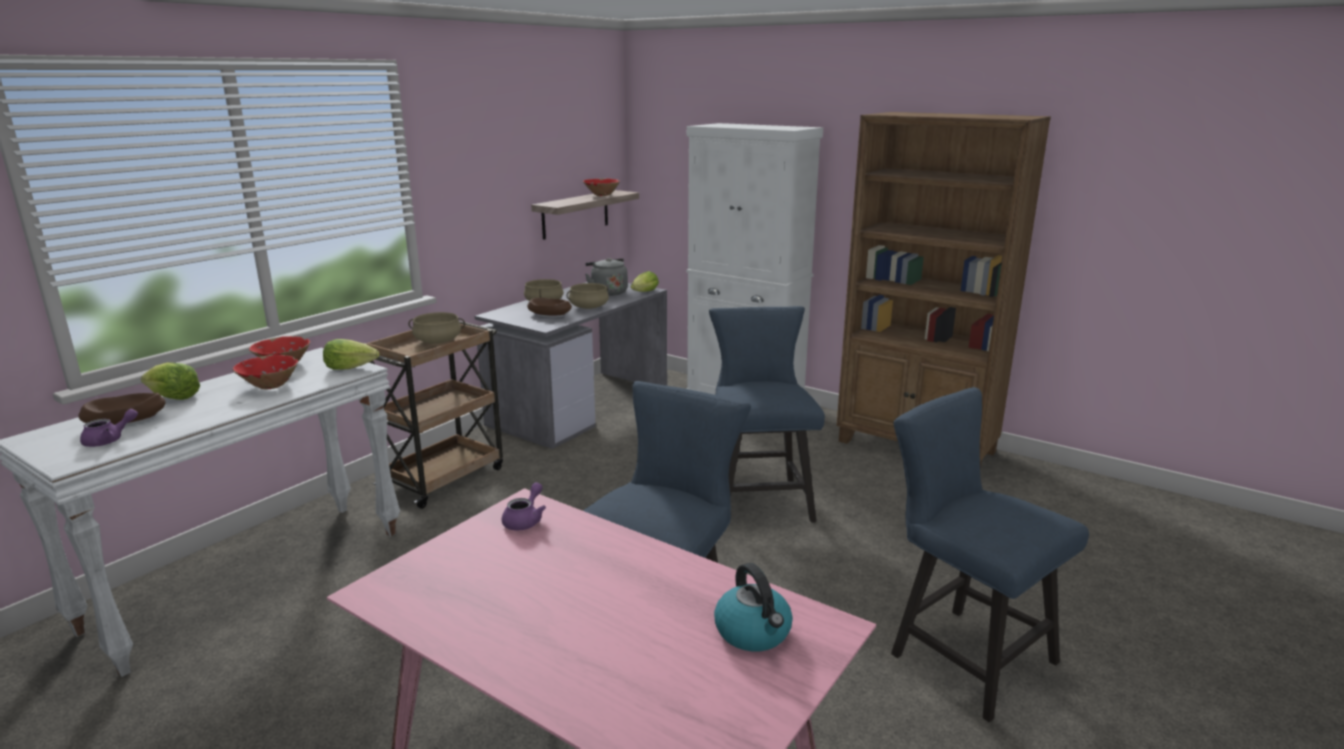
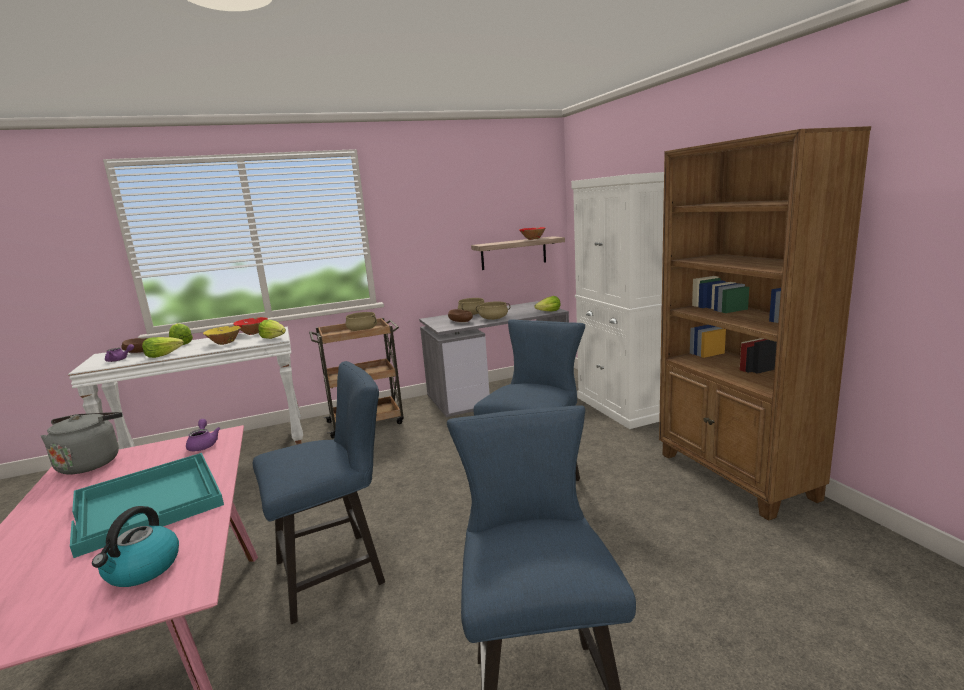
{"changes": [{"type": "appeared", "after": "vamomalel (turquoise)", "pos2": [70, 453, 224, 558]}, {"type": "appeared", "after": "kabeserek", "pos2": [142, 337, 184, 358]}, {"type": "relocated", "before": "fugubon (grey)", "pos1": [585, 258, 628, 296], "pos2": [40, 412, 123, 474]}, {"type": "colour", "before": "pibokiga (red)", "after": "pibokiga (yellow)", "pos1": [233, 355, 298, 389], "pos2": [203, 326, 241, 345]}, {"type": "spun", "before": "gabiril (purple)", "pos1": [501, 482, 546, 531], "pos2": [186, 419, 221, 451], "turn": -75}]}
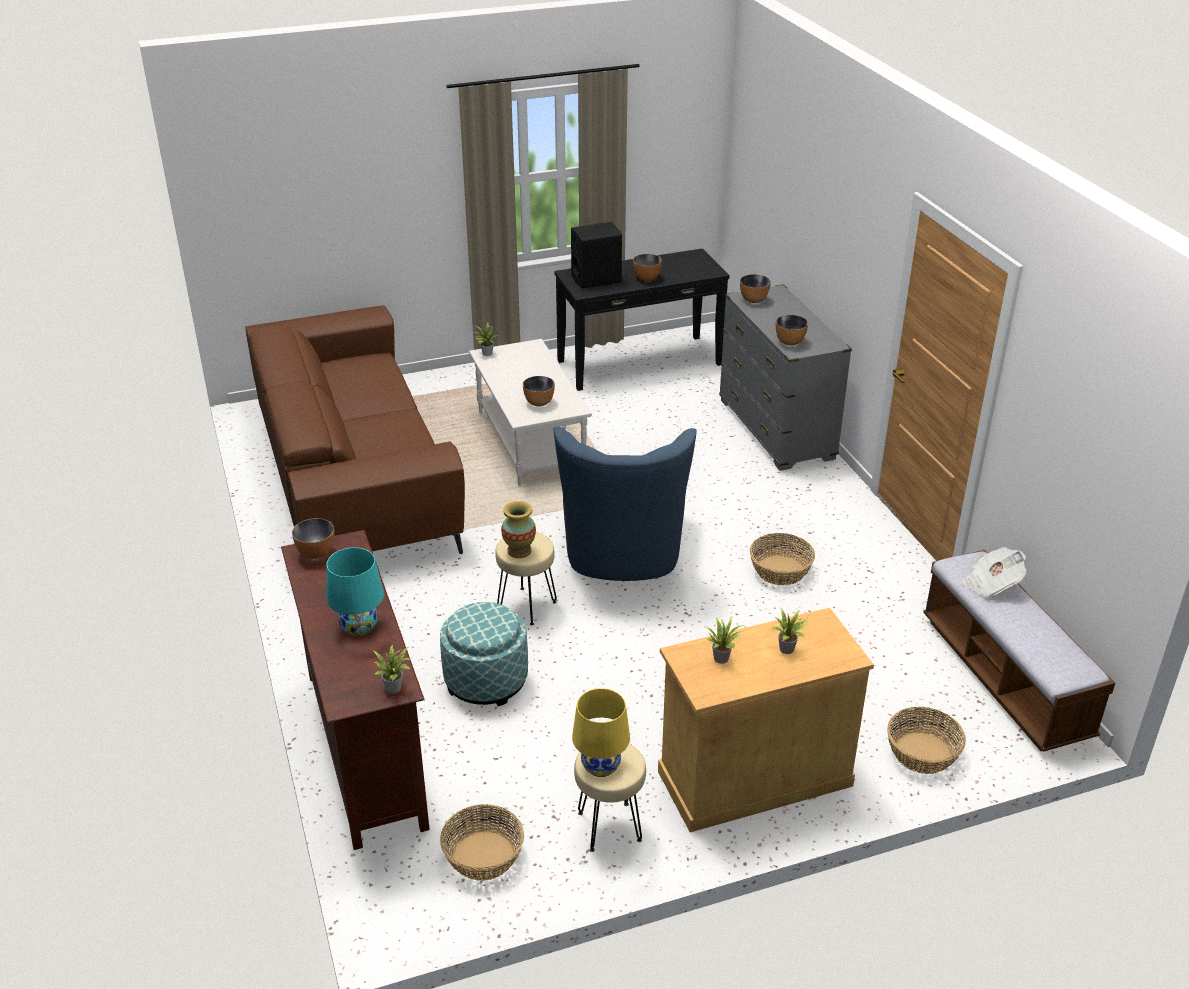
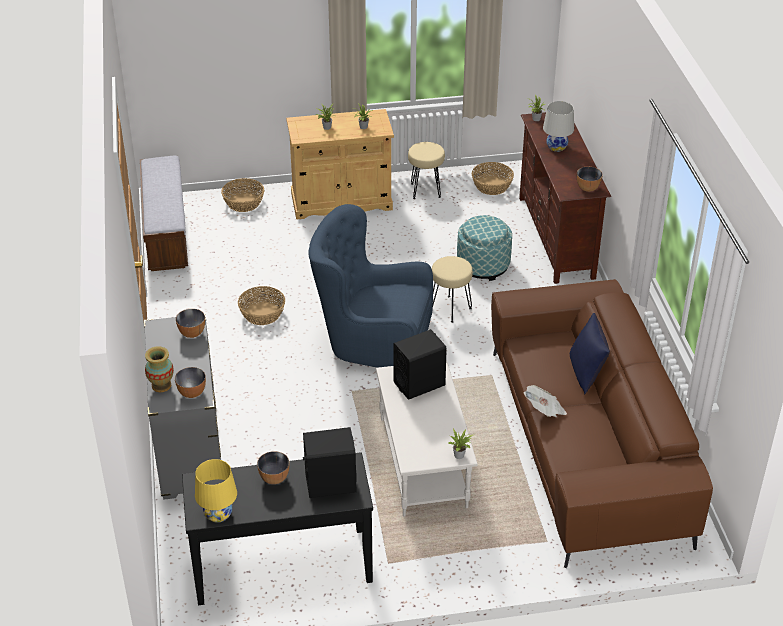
{"changes": [{"type": "appeared", "after": "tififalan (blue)", "pos2": [570, 313, 610, 394]}, {"type": "relocated", "before": "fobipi", "pos1": [501, 501, 536, 558], "pos2": [145, 346, 174, 392]}, {"type": "relocated", "before": "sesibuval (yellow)", "pos1": [572, 688, 630, 777], "pos2": [195, 459, 237, 523]}, {"type": "relocated", "before": "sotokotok", "pos1": [962, 547, 1027, 598], "pos2": [523, 385, 567, 417]}, {"type": "exchanged", "before": "pibokiga", "after": "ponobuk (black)", "pos1": [523, 376, 555, 406], "pos2": [393, 329, 447, 400]}, {"type": "colour", "before": "sesibuval (turquoise)", "after": "sesibuval (white)", "pos1": [326, 547, 384, 636], "pos2": [543, 101, 574, 152]}, {"type": "spun", "before": "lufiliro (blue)", "pos1": [554, 427, 697, 581], "pos2": [308, 204, 433, 368], "turn": -90}]}
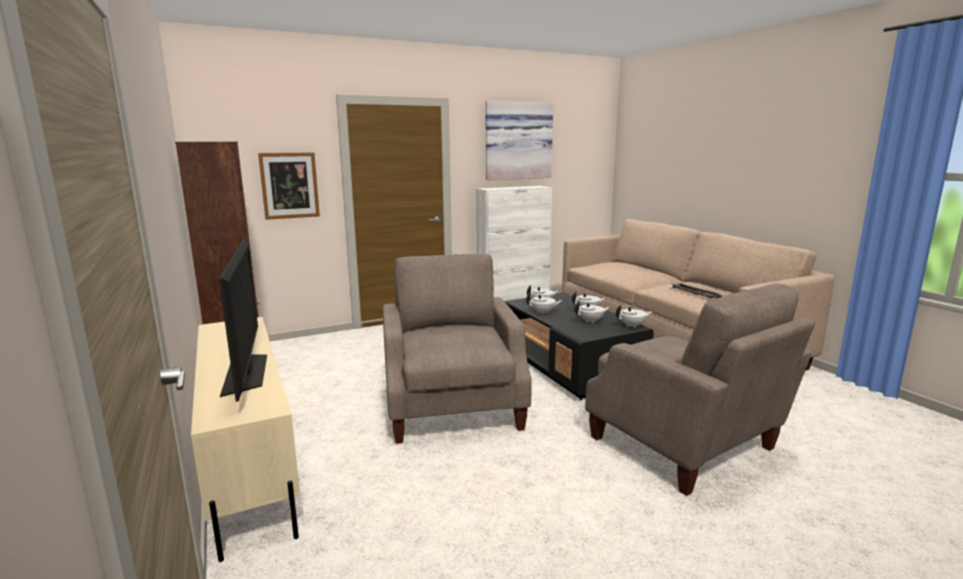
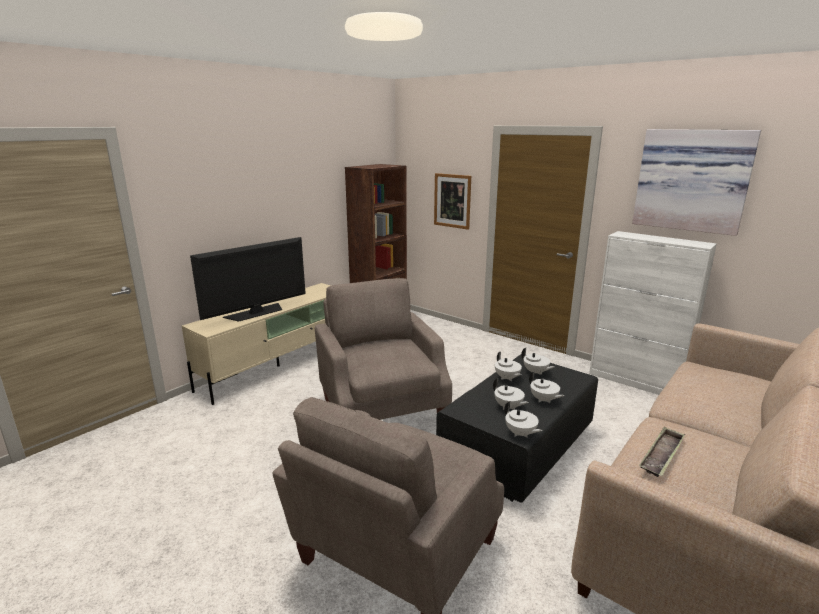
{"changes": [{"type": "spun", "before": "lufiliro (beige)", "pos1": [383, 254, 532, 444], "pos2": [315, 278, 452, 420], "turn": -75}]}
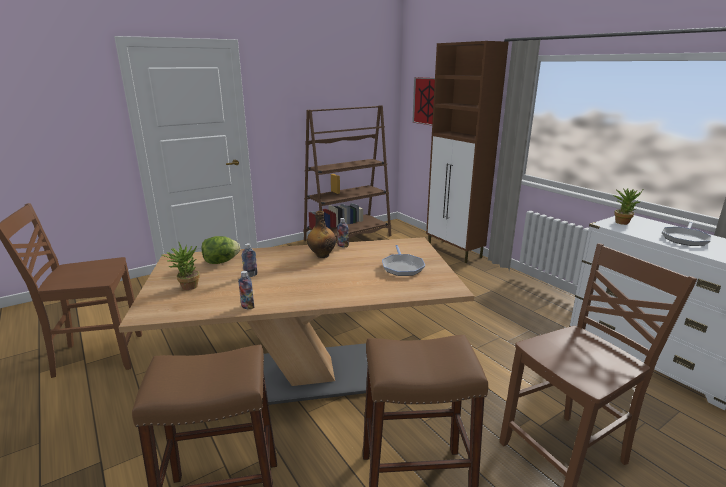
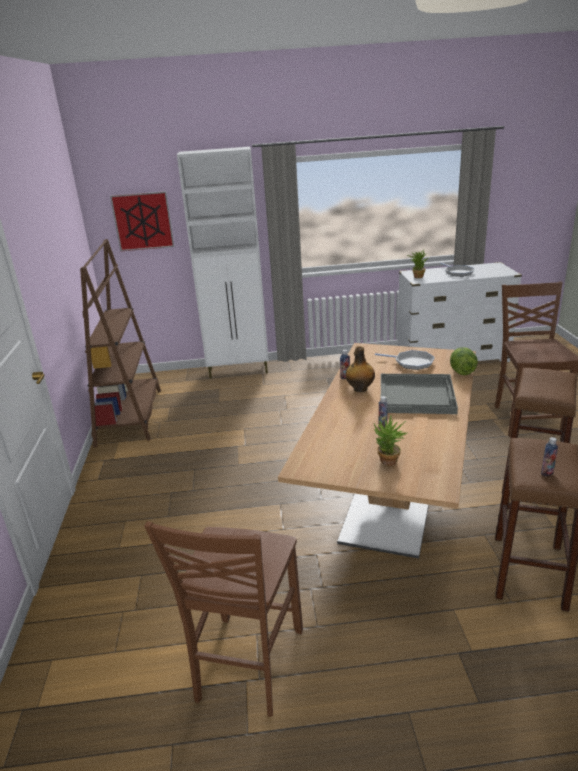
{"changes": [{"type": "appeared", "after": "vamomalel (grey)", "pos2": [381, 374, 458, 414]}, {"type": "relocated", "before": "kabeserek", "pos1": [201, 236, 240, 264], "pos2": [450, 347, 478, 375]}, {"type": "relocated", "before": "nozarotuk", "pos1": [238, 271, 254, 309], "pos2": [541, 437, 558, 476]}, {"type": "colour", "before": "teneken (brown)", "after": "teneken (white)", "pos1": [426, 41, 509, 263], "pos2": [177, 147, 269, 379]}]}
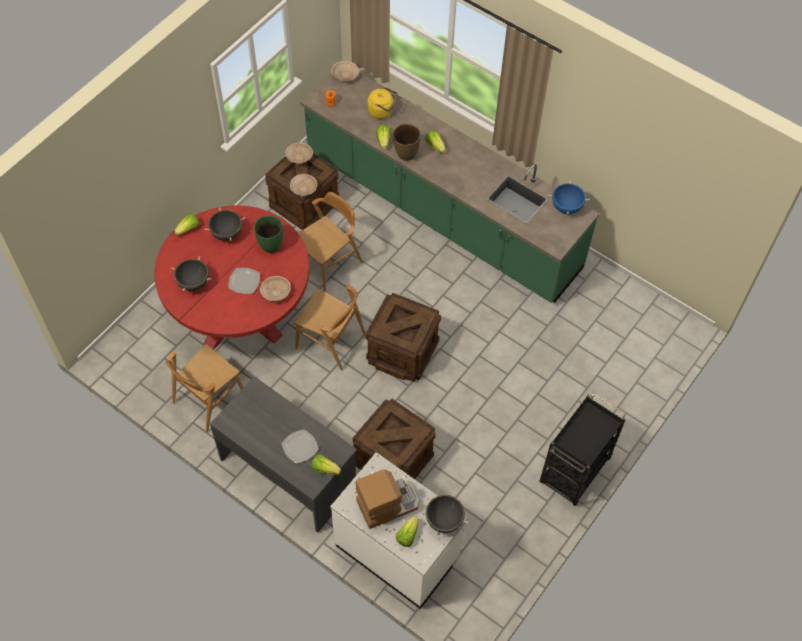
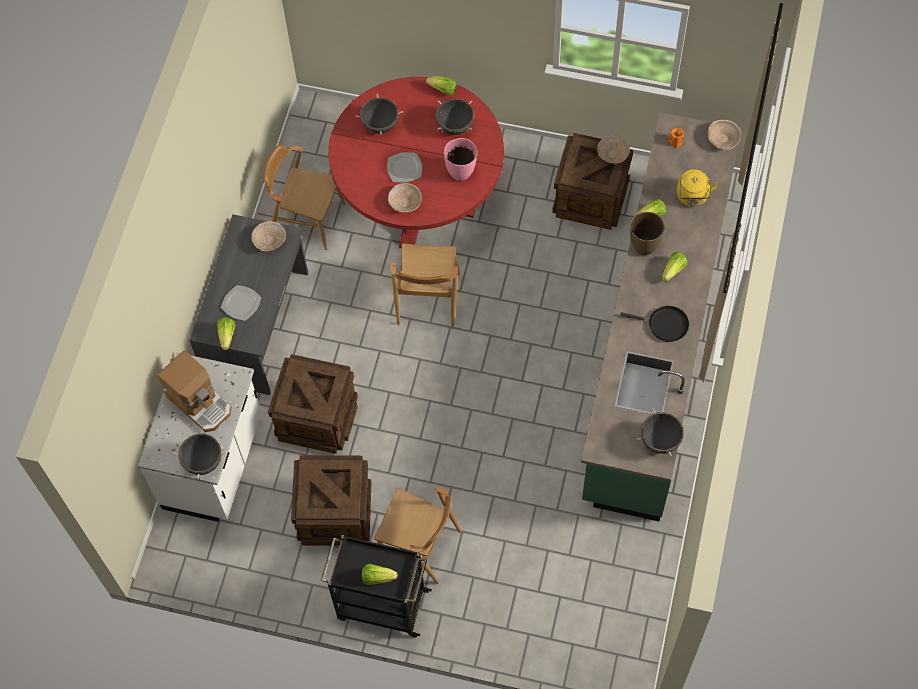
{"changes": [{"type": "appeared", "after": "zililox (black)", "pos2": [620, 306, 689, 342]}, {"type": "relocated", "before": "pibokiga (beige)", "pos1": [290, 174, 317, 196], "pos2": [251, 221, 286, 251]}, {"type": "relocated", "before": "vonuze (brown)", "pos1": [298, 192, 362, 292], "pos2": [374, 486, 461, 584]}, {"type": "relocated", "before": "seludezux", "pos1": [366, 293, 441, 382], "pos2": [291, 456, 371, 546]}, {"type": "relocated", "before": "kabeserek", "pos1": [396, 516, 419, 547], "pos2": [362, 564, 398, 585]}, {"type": "colour", "before": "fobipi (green)", "after": "fobipi (pink)", "pos1": [254, 216, 283, 253], "pos2": [444, 138, 477, 181]}, {"type": "colour", "before": "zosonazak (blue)", "after": "zosonazak (black)", "pos1": [548, 181, 590, 215], "pos2": [637, 408, 688, 456]}]}
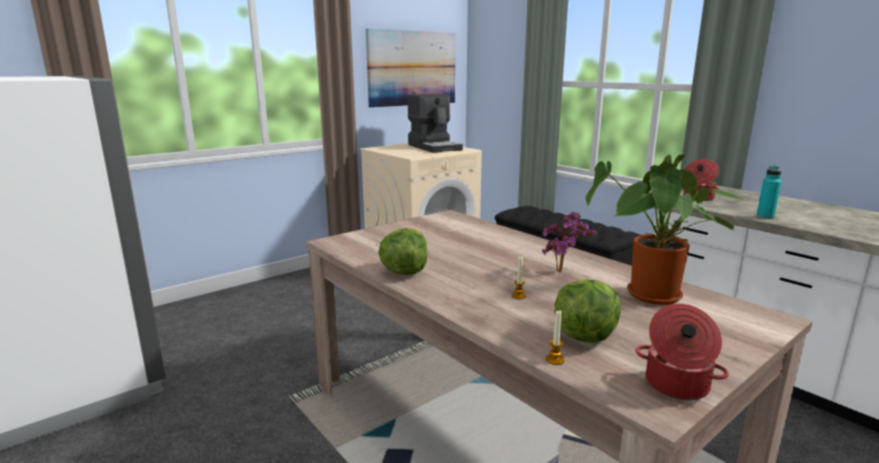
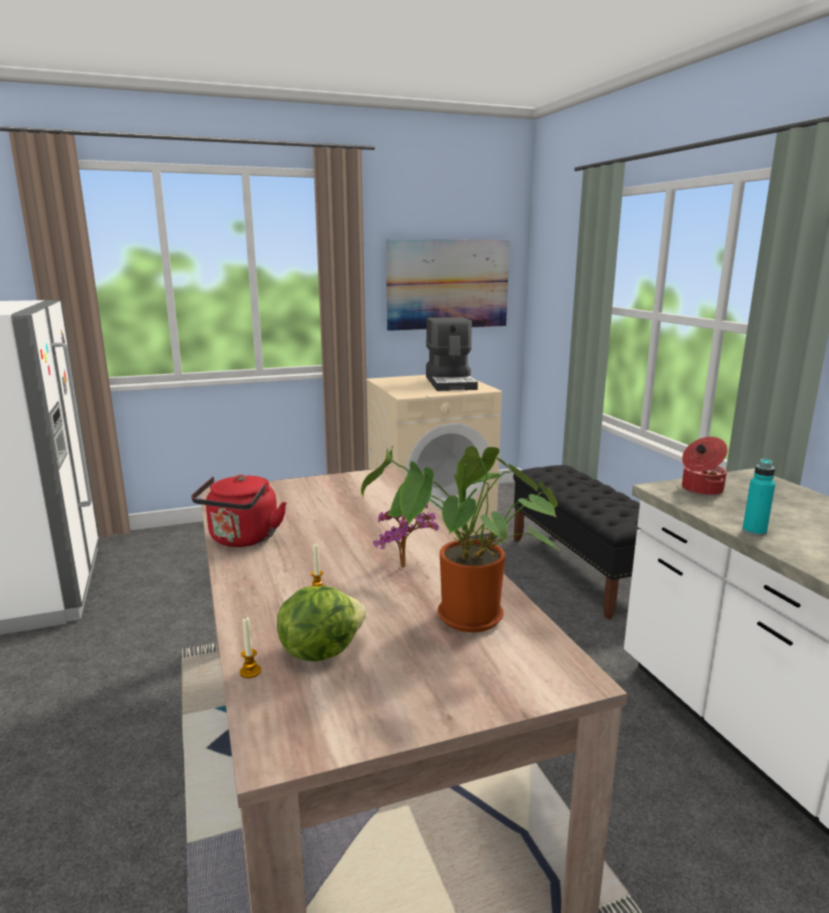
{"changes": [{"type": "missing", "before": "zosonazak", "pos1": [636, 304, 729, 400]}, {"type": "exchanged", "before": "kabeserek", "after": "fugubon (red)", "pos1": [378, 228, 428, 275], "pos2": [191, 475, 286, 547]}]}
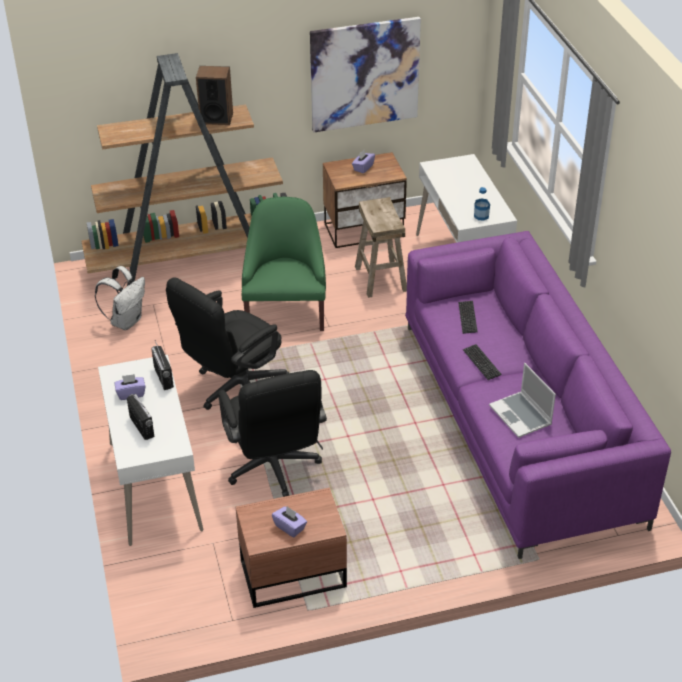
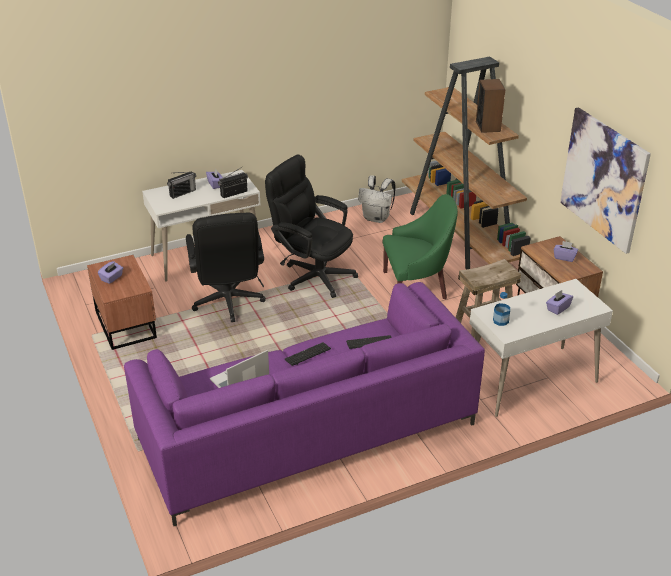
{"changes": [{"type": "appeared", "after": "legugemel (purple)", "pos2": [546, 290, 573, 315]}, {"type": "spun", "before": "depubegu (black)", "pos1": [218, 370, 327, 497], "pos2": [186, 213, 266, 322], "turn": -75}]}
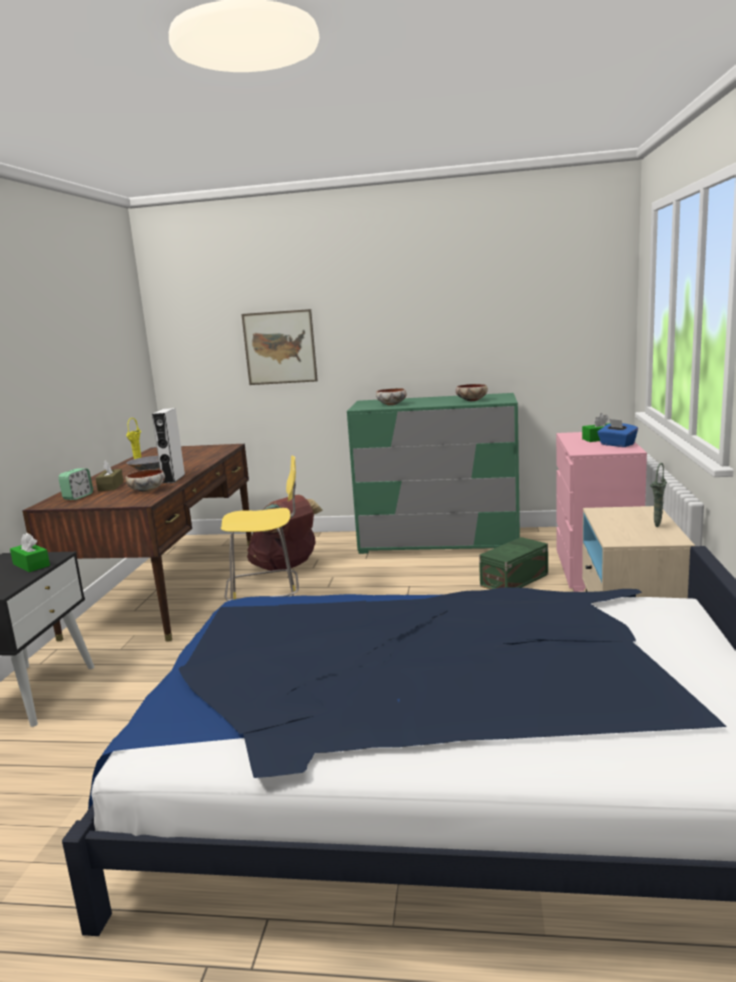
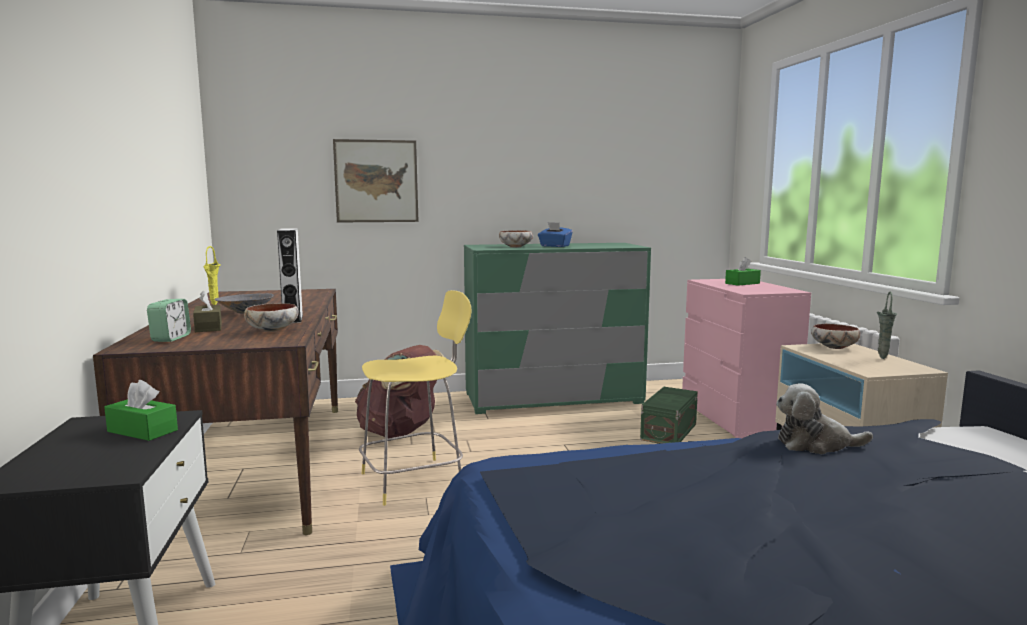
{"changes": [{"type": "appeared", "after": "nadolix", "pos2": [776, 383, 873, 454]}, {"type": "relocated", "before": "pibokiga", "pos1": [456, 384, 488, 401], "pos2": [811, 324, 860, 349]}, {"type": "relocated", "before": "legugemel (blue)", "pos1": [597, 419, 638, 447], "pos2": [538, 222, 573, 247]}]}
